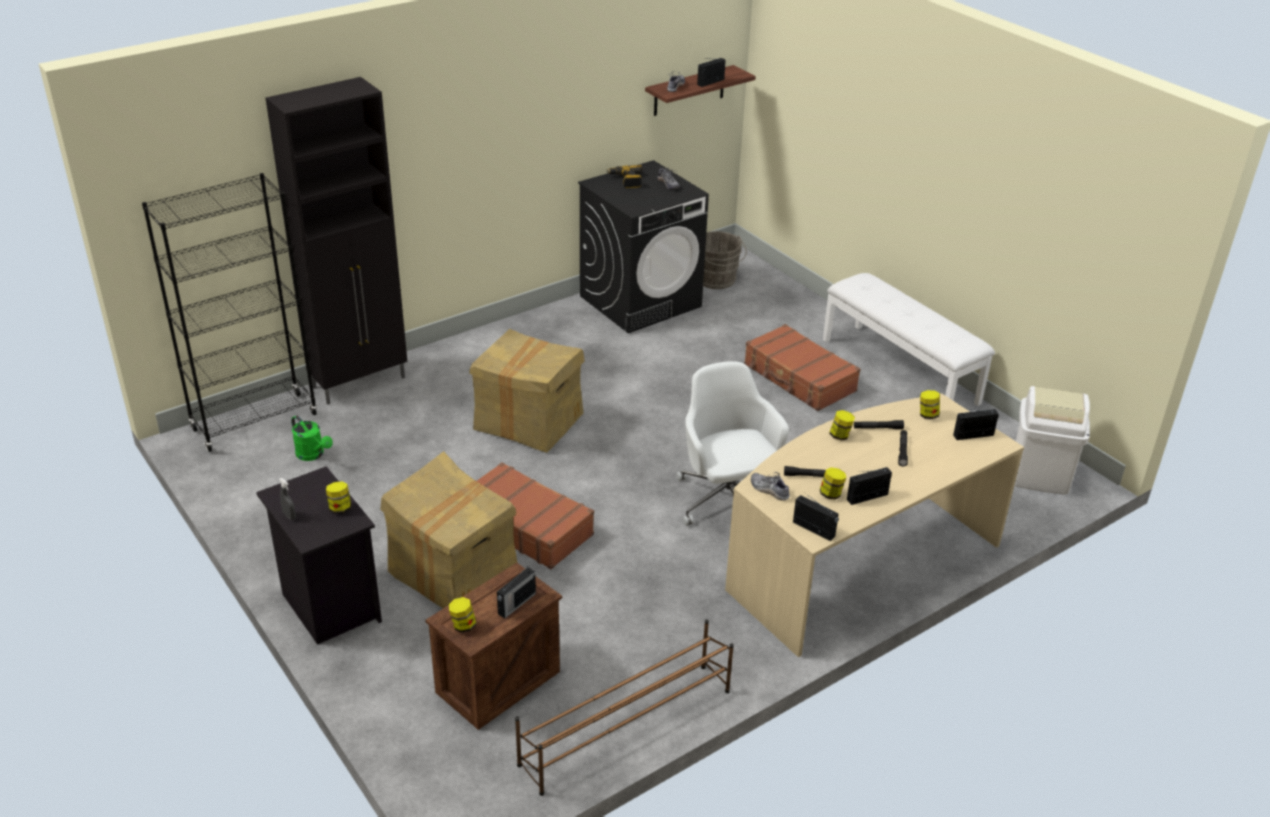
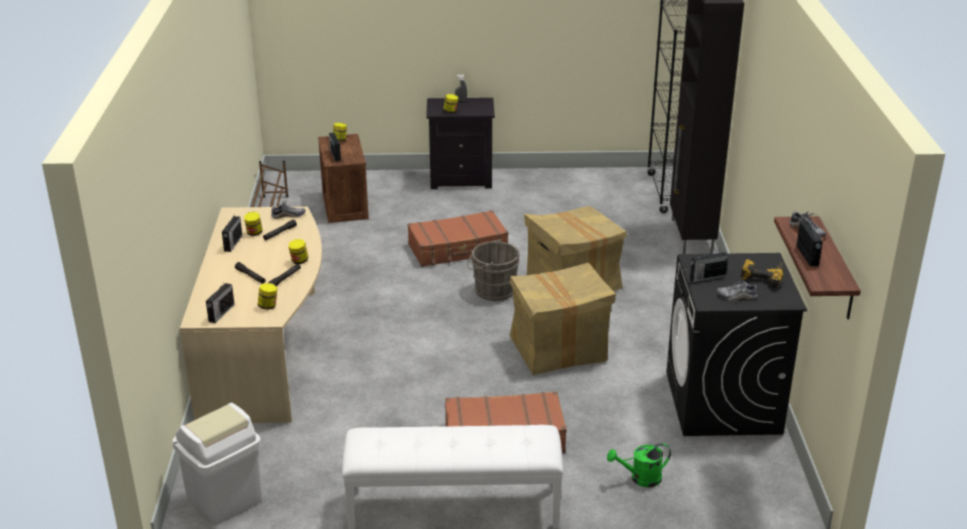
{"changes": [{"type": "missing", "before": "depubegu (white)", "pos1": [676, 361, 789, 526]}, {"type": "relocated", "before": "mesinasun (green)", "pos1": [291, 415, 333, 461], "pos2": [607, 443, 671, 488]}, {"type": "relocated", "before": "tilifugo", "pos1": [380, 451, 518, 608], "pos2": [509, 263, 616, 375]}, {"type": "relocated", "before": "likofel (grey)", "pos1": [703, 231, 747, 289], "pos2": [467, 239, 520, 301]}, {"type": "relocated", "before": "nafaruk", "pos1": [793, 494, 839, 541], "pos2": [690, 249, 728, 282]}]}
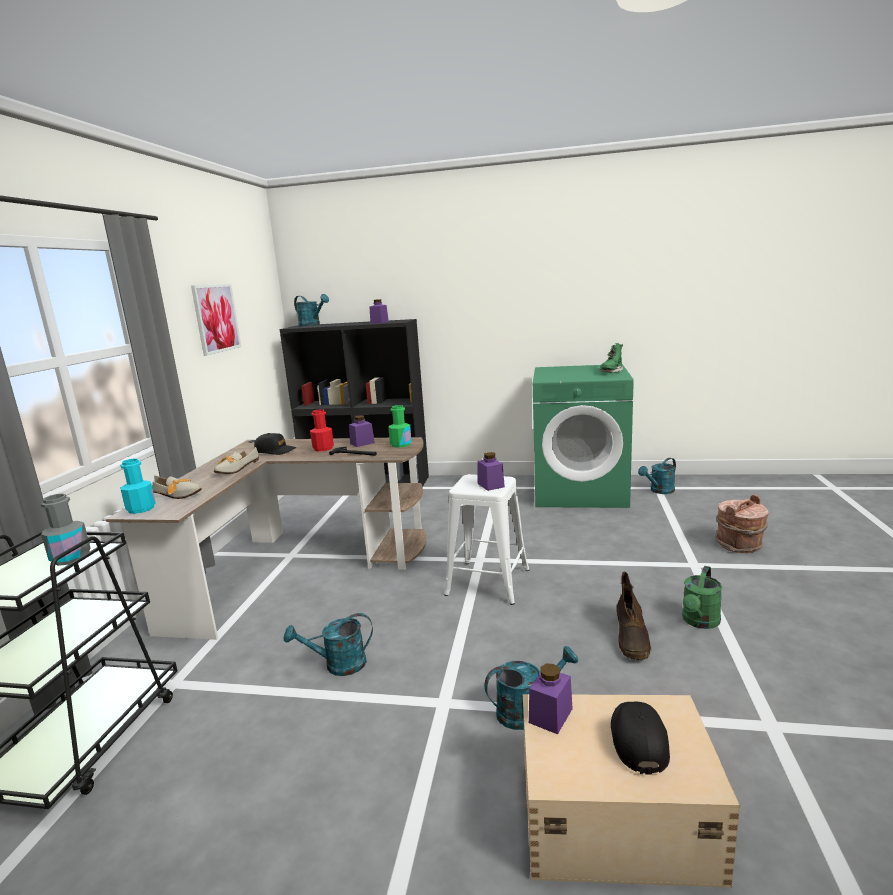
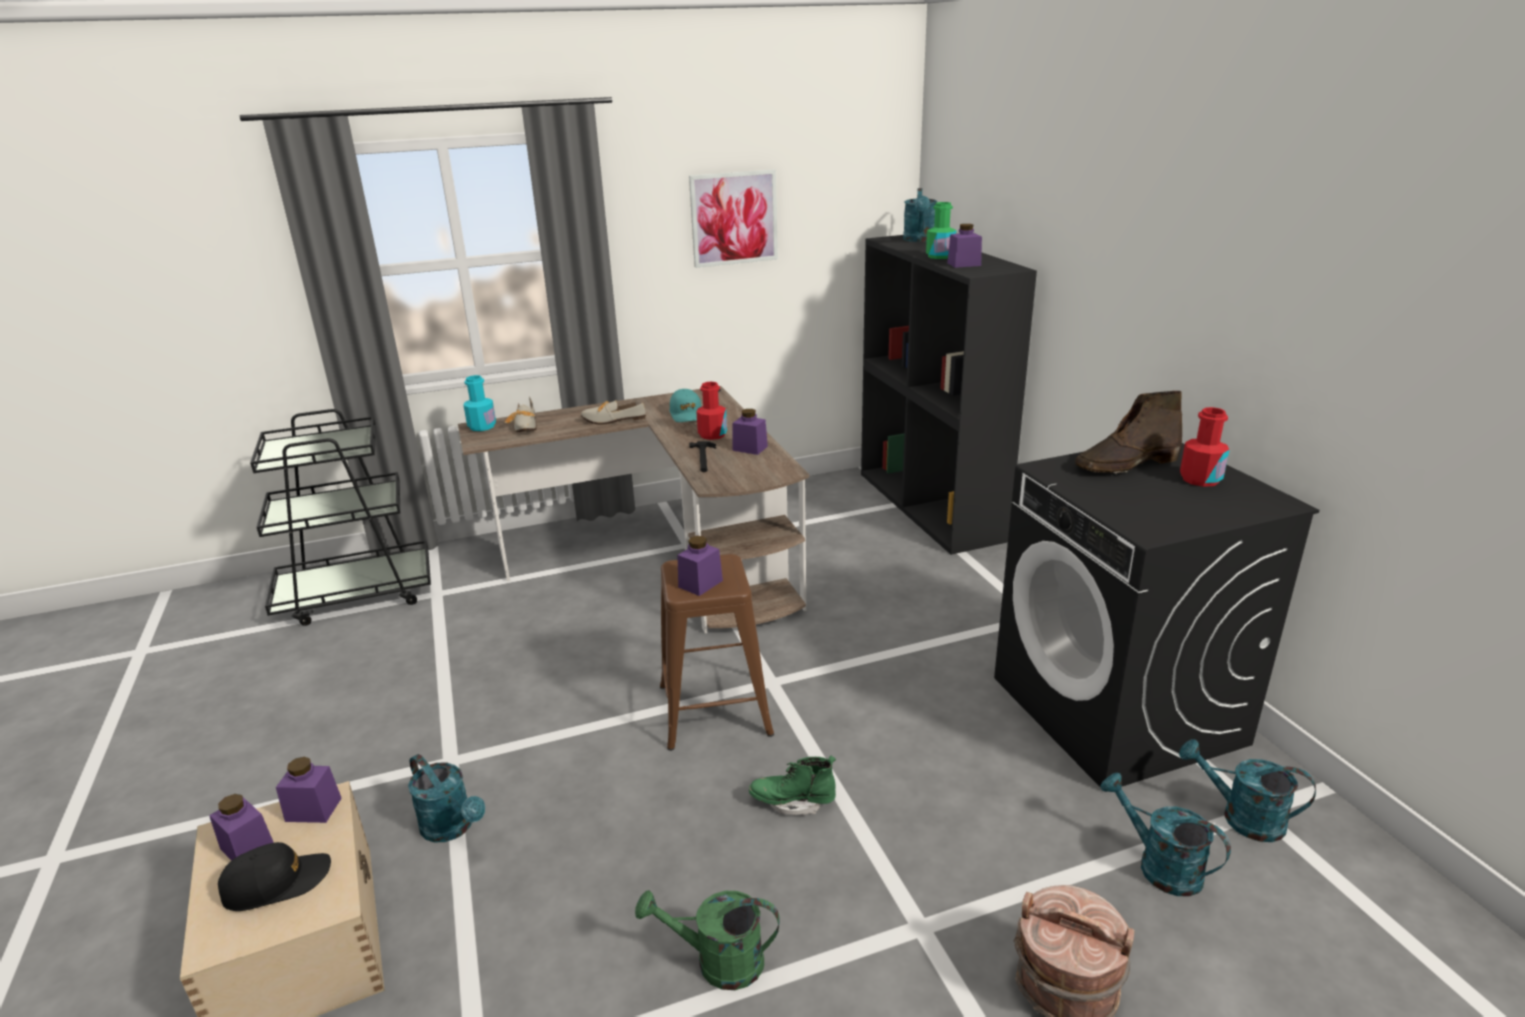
{"changes": [{"type": "missing", "before": "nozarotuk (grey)", "pos1": [41, 494, 91, 566]}, {"type": "appeared", "after": "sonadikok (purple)", "pos2": [209, 794, 274, 861]}, {"type": "appeared", "after": "nozarotuk (red)", "pos2": [1180, 407, 1229, 487]}, {"type": "relocated", "before": "mesinasun (turquoise)", "pos1": [284, 613, 373, 676], "pos2": [1100, 772, 1231, 897]}, {"type": "relocated", "before": "nozarotuk (green)", "pos1": [388, 405, 412, 448], "pos2": [926, 202, 956, 259]}, {"type": "relocated", "before": "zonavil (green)", "pos1": [600, 343, 623, 373], "pos2": [749, 756, 836, 815]}, {"type": "relocated", "before": "zonavil (brown)", "pos1": [617, 571, 651, 660], "pos2": [1075, 391, 1182, 474]}, {"type": "colour", "before": "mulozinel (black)", "after": "mulozinel (turquoise)", "pos1": [254, 433, 296, 455], "pos2": [670, 389, 702, 422]}, {"type": "colour", "before": "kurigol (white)", "after": "kurigol (brown)", "pos1": [444, 474, 529, 605], "pos2": [660, 554, 774, 751]}, {"type": "colour", "before": "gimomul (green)", "after": "gimomul (black)", "pos1": [533, 364, 634, 508], "pos2": [994, 443, 1319, 792]}]}
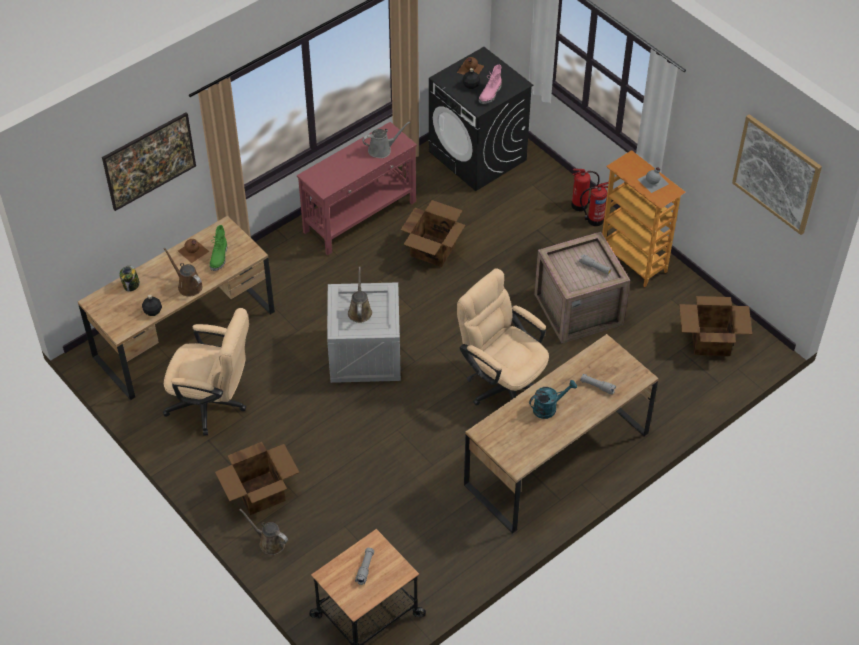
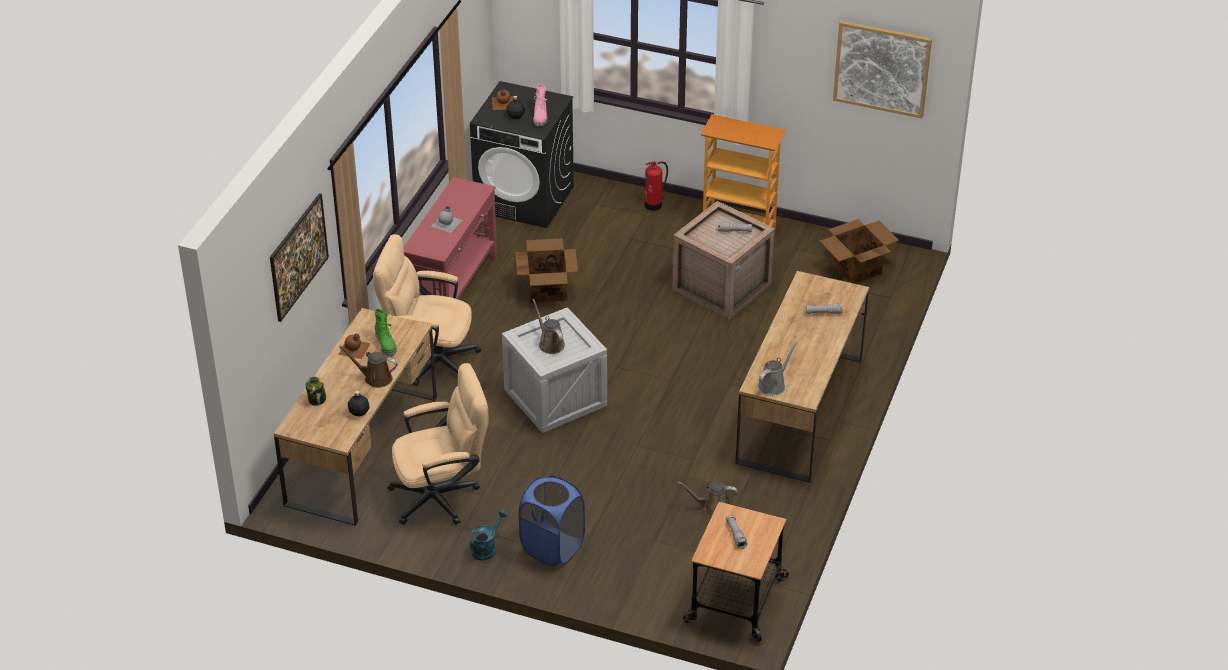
{"changes": [{"type": "missing", "before": "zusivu", "pos1": [580, 182, 609, 226]}, {"type": "relocated", "before": "mesinasun (brown)", "pos1": [240, 509, 288, 555], "pos2": [678, 482, 738, 516]}, {"type": "relocated", "before": "mesinasun (grey)", "pos1": [362, 121, 410, 158], "pos2": [758, 341, 798, 396]}, {"type": "relocated", "before": "depubegu (beige)", "pos1": [457, 268, 549, 406], "pos2": [373, 234, 481, 386]}, {"type": "relocated", "before": "mesinasun (turquoise)", "pos1": [529, 380, 577, 419], "pos2": [470, 510, 508, 561]}, {"type": "relocated", "before": "nozarotuk (grey)", "pos1": [638, 167, 669, 193], "pos2": [431, 207, 462, 233]}, {"type": "exchanged", "before": "tilifugo", "after": "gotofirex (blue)", "pos1": [215, 442, 300, 515], "pos2": [519, 476, 585, 566]}]}
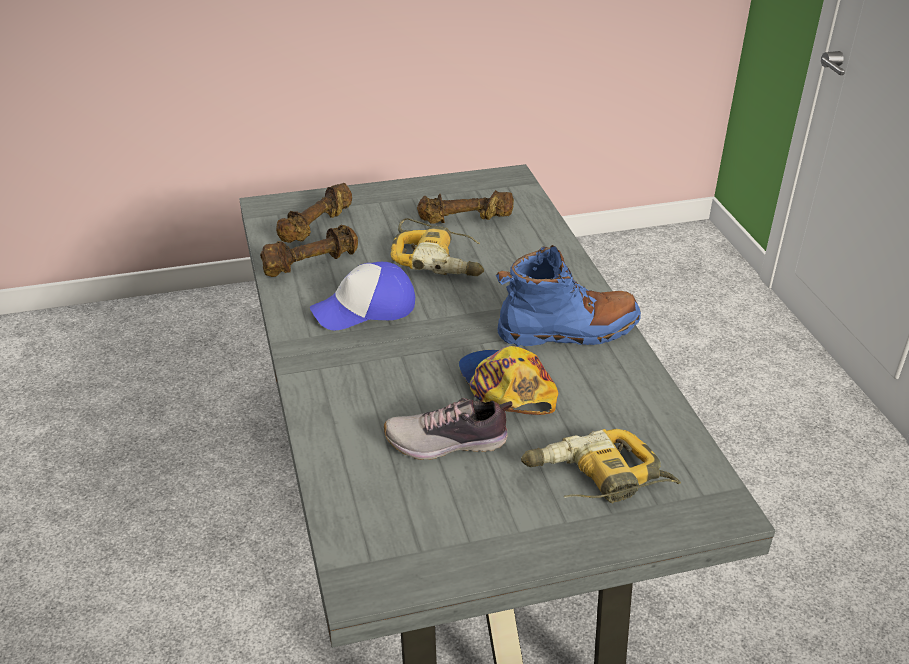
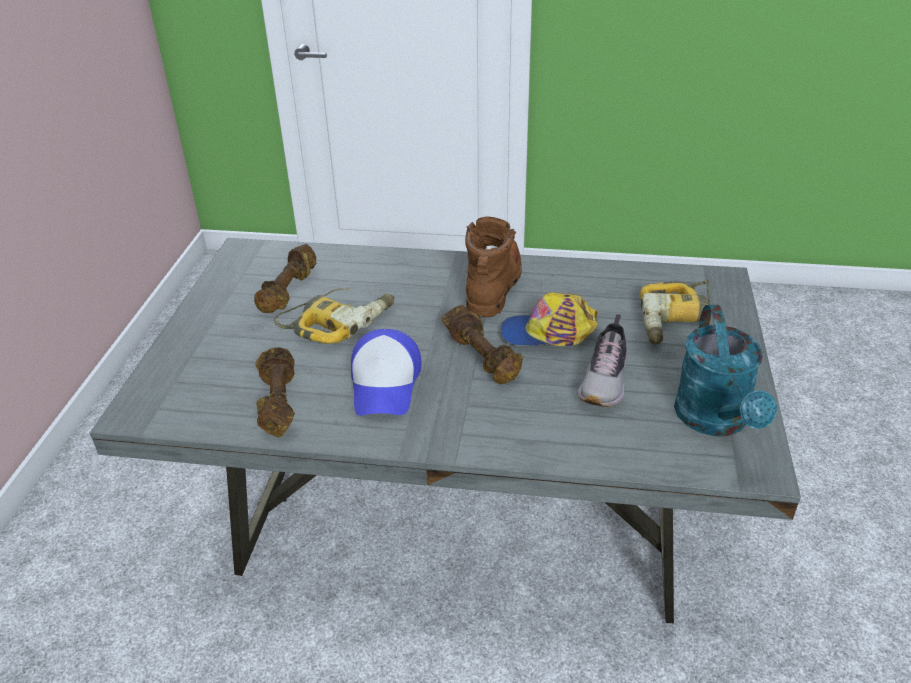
{"changes": [{"type": "appeared", "after": "mesinasun (turquoise)", "pos2": [674, 305, 777, 437]}, {"type": "relocated", "before": "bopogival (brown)", "pos1": [276, 183, 352, 243], "pos2": [442, 305, 523, 384]}, {"type": "colour", "before": "zonavil (blue)", "after": "zonavil (brown)", "pos1": [496, 245, 641, 347], "pos2": [465, 216, 521, 318]}]}
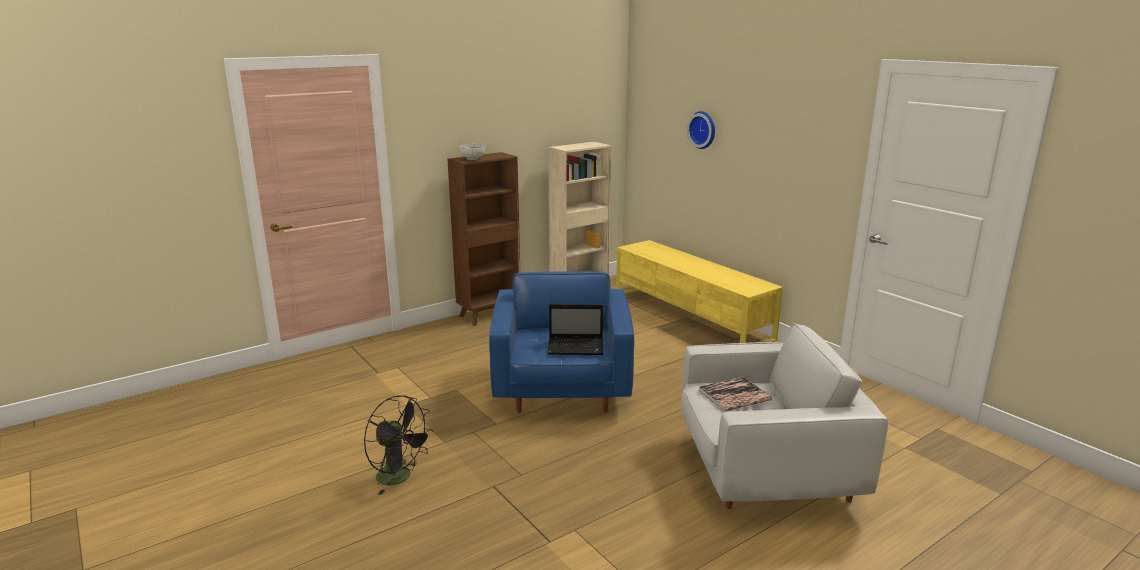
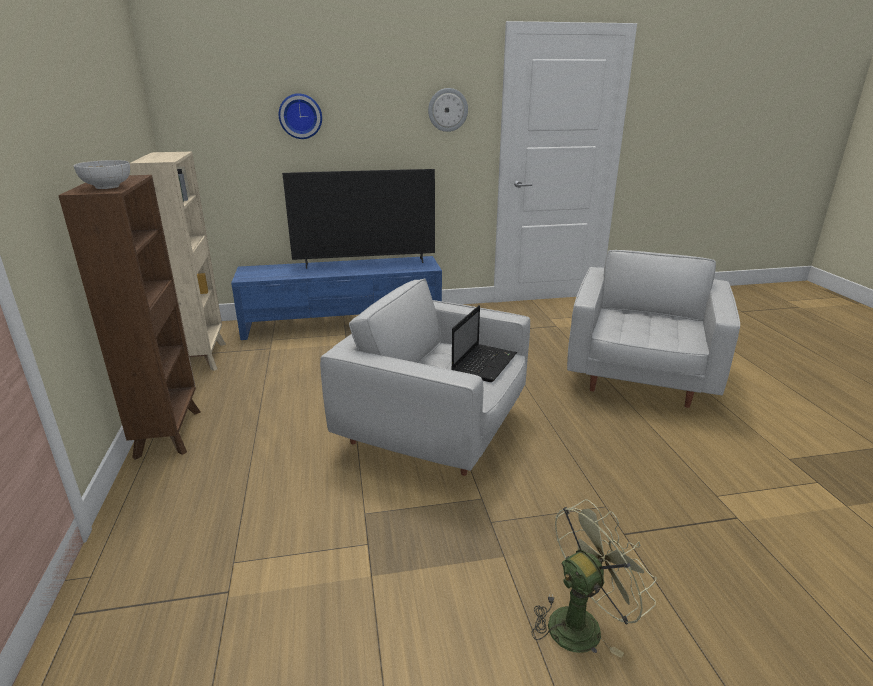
{"changes": [{"type": "missing", "before": "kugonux", "pos1": [698, 377, 772, 411]}, {"type": "appeared", "after": "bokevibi", "pos2": [282, 169, 435, 269]}, {"type": "appeared", "after": "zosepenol", "pos2": [428, 88, 468, 132]}, {"type": "colour", "before": "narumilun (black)", "after": "narumilun (green)", "pos1": [364, 395, 434, 495], "pos2": [531, 499, 657, 658]}, {"type": "colour", "before": "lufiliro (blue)", "after": "lufiliro (white)", "pos1": [489, 271, 634, 413], "pos2": [320, 278, 530, 476]}, {"type": "colour", "before": "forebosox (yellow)", "after": "forebosox (blue)", "pos1": [616, 240, 783, 343], "pos2": [231, 256, 442, 340]}]}
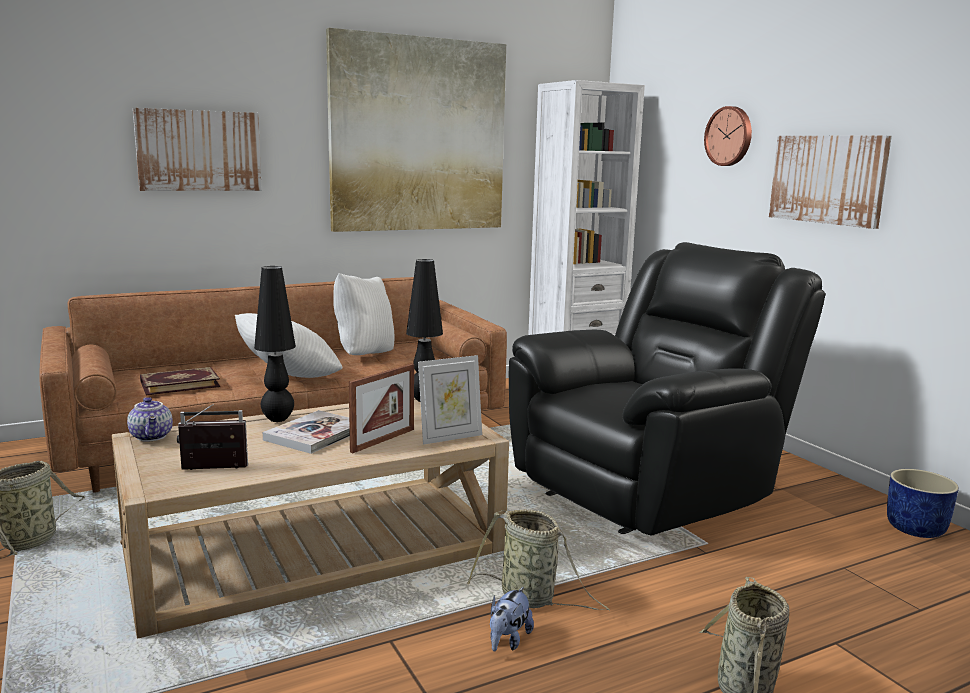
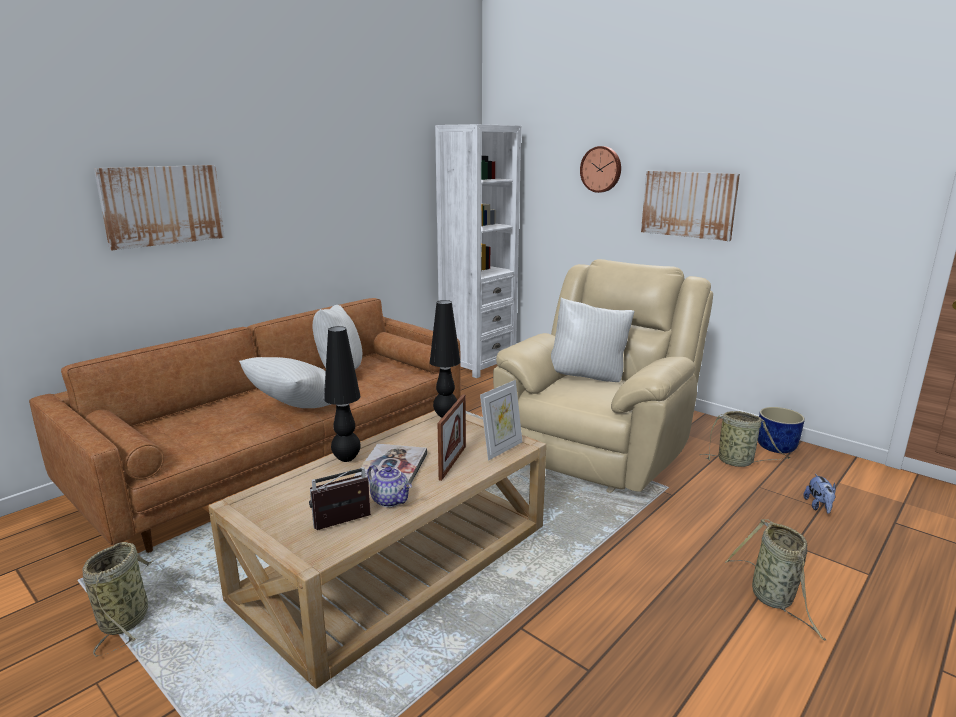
{"changes": [{"type": "missing", "before": "kugonux", "pos1": [140, 367, 220, 395]}, {"type": "missing", "before": "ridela", "pos1": [326, 28, 506, 232]}, {"type": "appeared", "after": "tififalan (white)", "pos2": [551, 298, 634, 382]}, {"type": "relocated", "before": "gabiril", "pos1": [127, 397, 173, 442], "pos2": [367, 465, 412, 507]}, {"type": "relocated", "before": "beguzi", "pos1": [467, 509, 610, 610], "pos2": [700, 411, 790, 467]}, {"type": "relocated", "before": "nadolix", "pos1": [490, 587, 534, 651], "pos2": [803, 474, 836, 514]}, {"type": "colour", "before": "lufiliro (black)", "after": "lufiliro (beige)", "pos1": [509, 242, 826, 535], "pos2": [493, 259, 713, 493]}]}
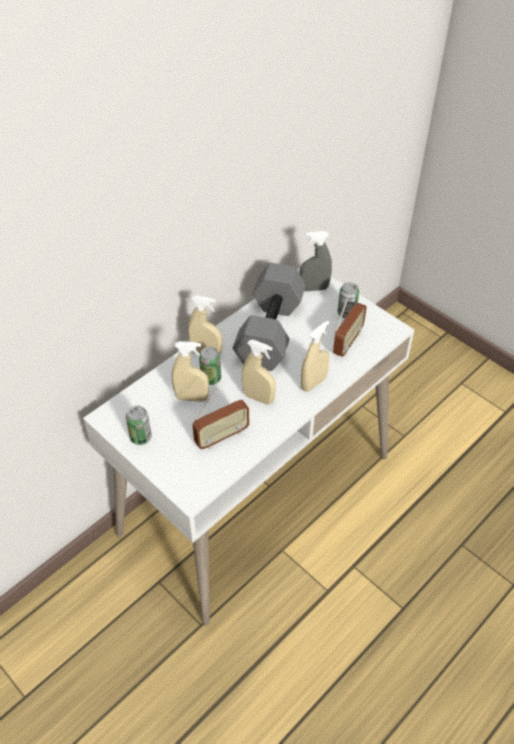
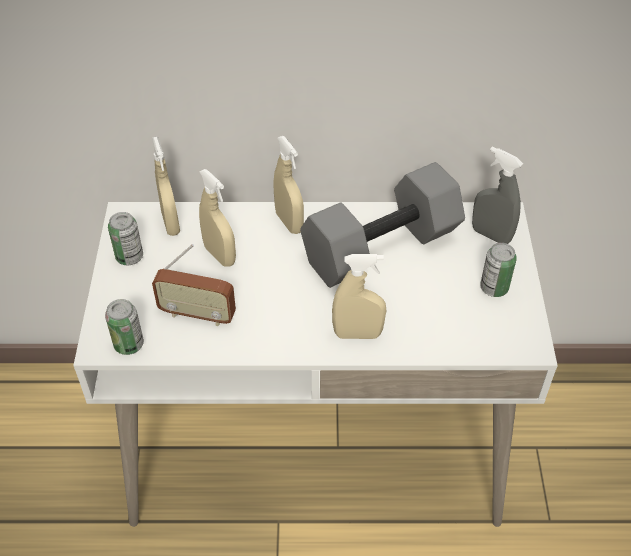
{"changes": [{"type": "missing", "before": "nafaruk", "pos1": [333, 295, 367, 357]}, {"type": "relocated", "before": "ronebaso", "pos1": [199, 347, 221, 385], "pos2": [105, 299, 144, 355]}, {"type": "relocated", "before": "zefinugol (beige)", "pos1": [242, 340, 276, 405], "pos2": [152, 136, 180, 236]}]}
